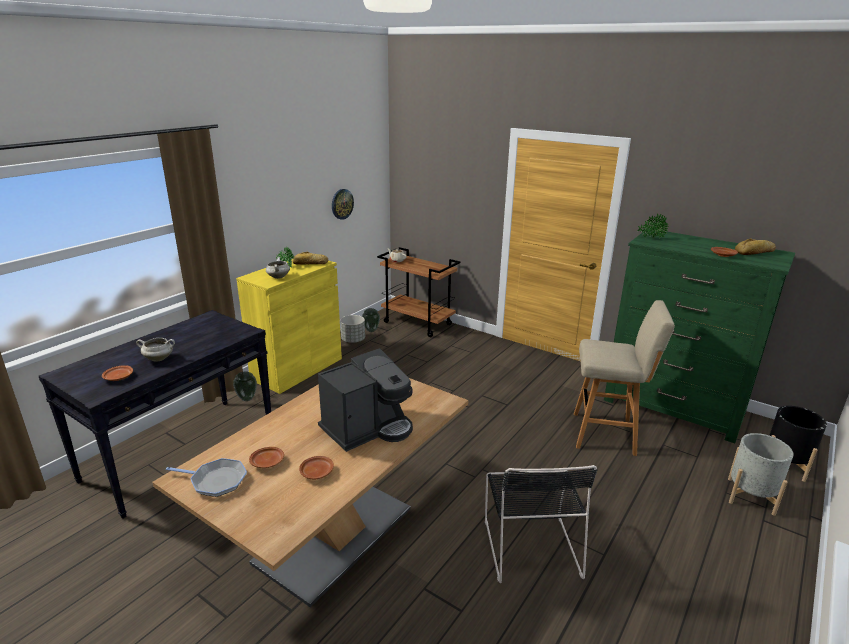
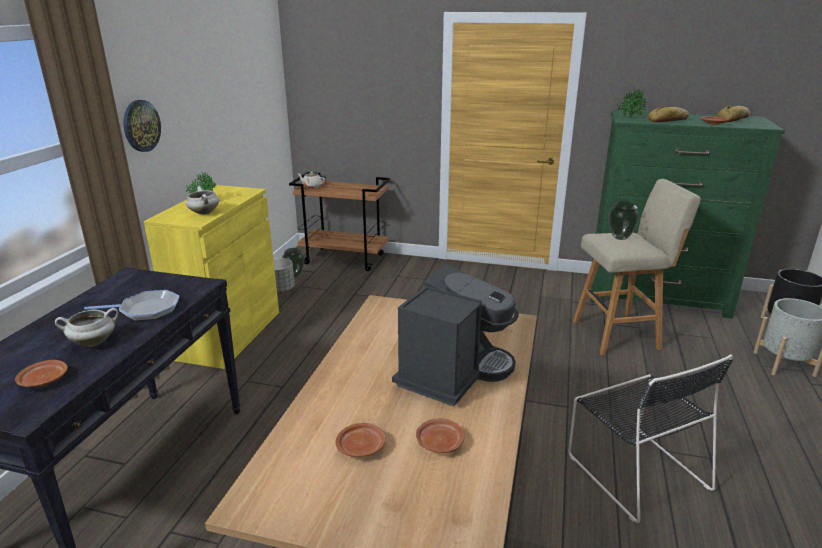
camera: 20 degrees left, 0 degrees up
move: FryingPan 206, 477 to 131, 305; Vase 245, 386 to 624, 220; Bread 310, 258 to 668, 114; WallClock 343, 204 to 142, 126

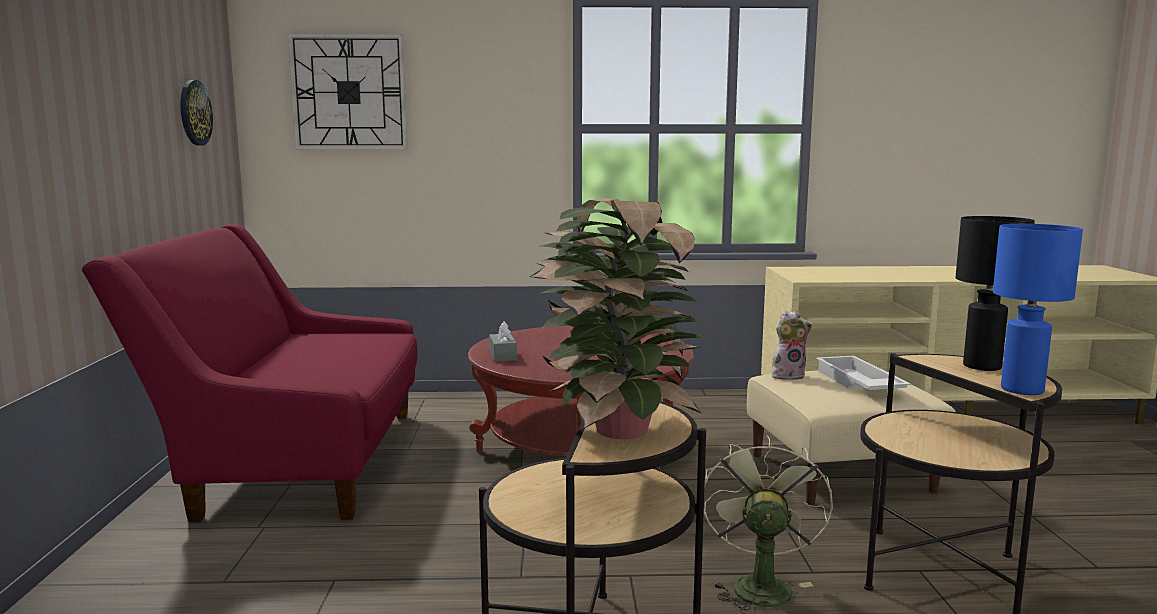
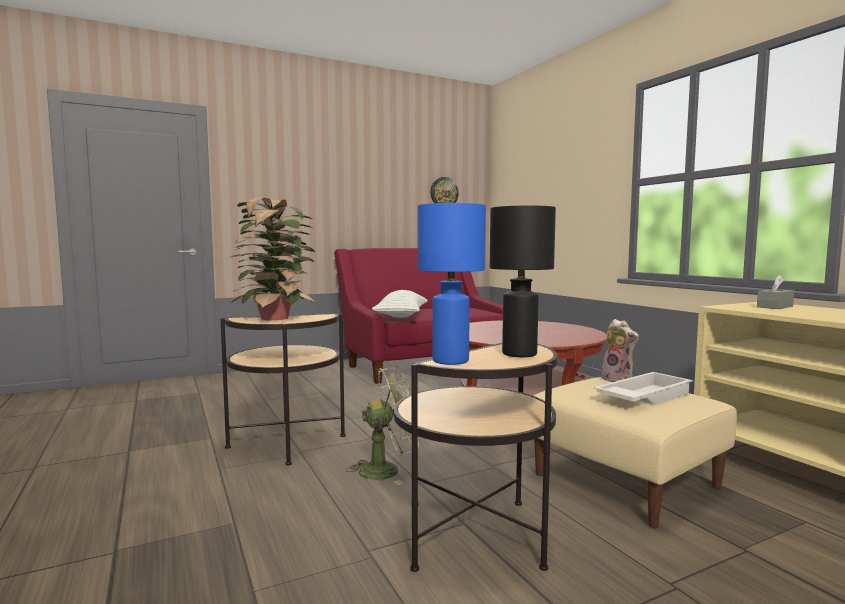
camera: 65 degrees right, 5 degrees down
delete: WallClock 347, 92
insert: ThrowPillow 400, 304
move: GrayTissueHolder 503, 342 to 775, 292

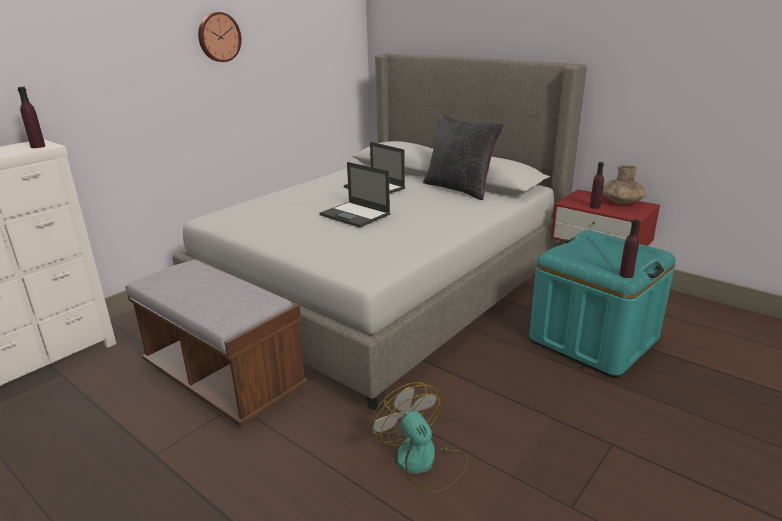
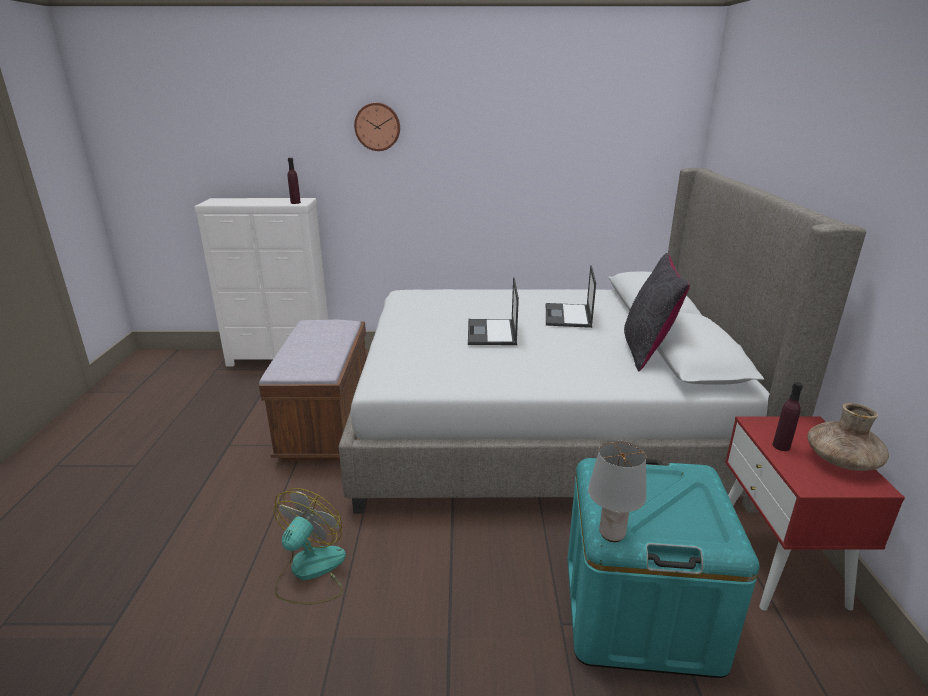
camera: 50 degrees right, 0 degrees up
move: WallClock 220, 37 to 377, 127
replace: PurplishDrinkBottle 629, 248 to GrayTabletopLamp 617, 491

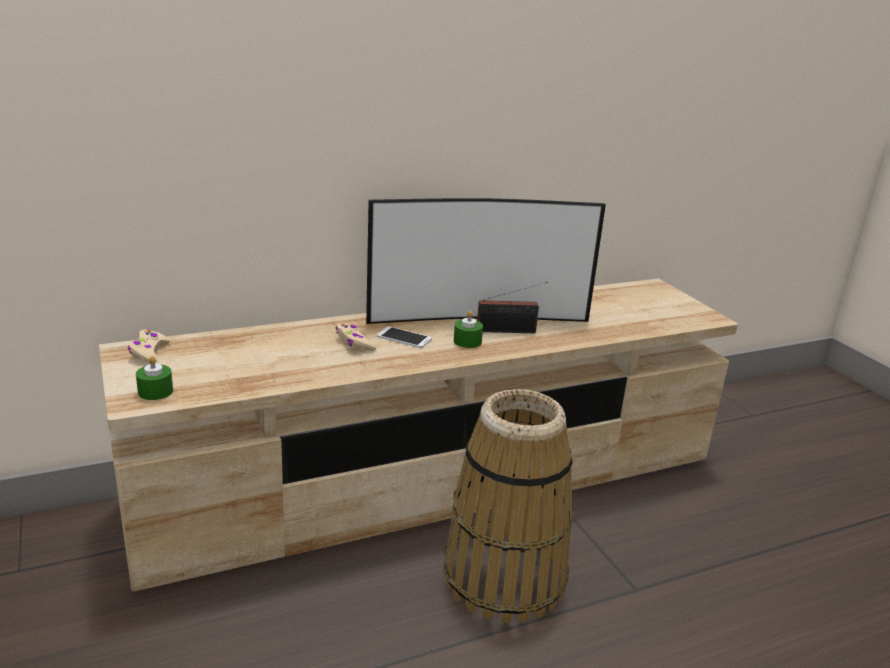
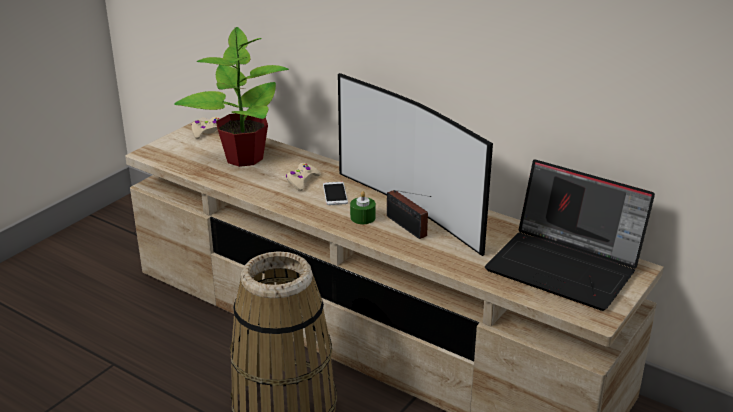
camera: 60 degrees right, 5 degrees up
delete: GreenCandle 154, 378
insert: Houseplant 231, 97; PortableComputer 570, 235

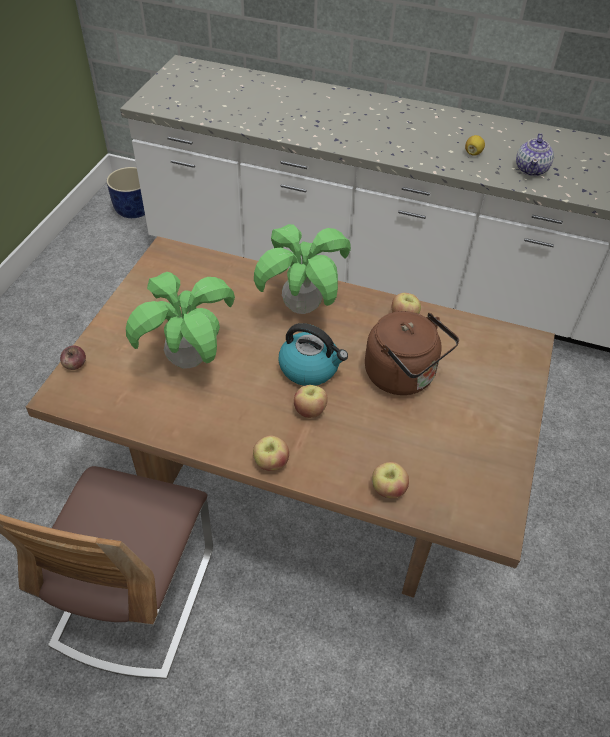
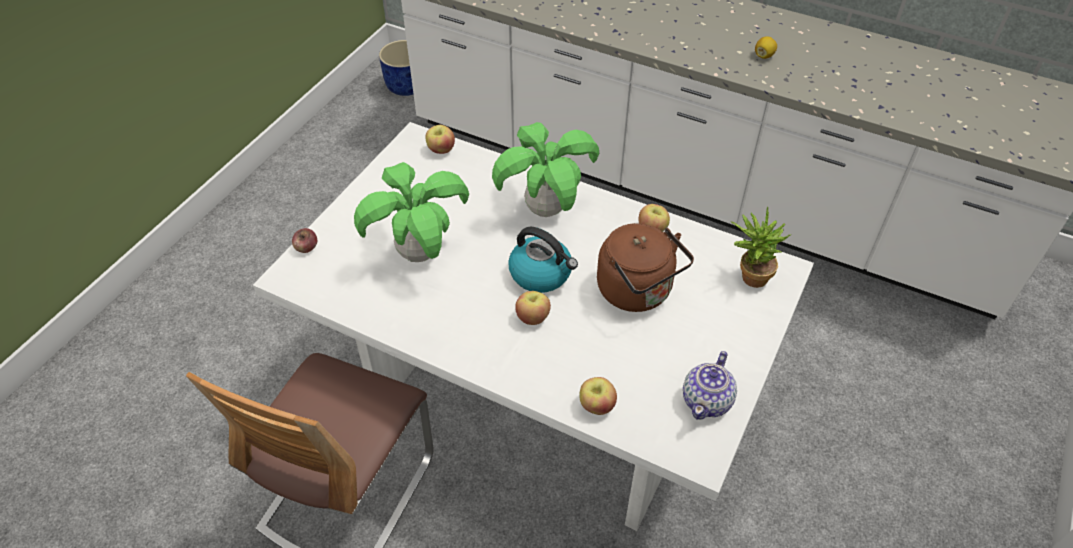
camera: 10 degrees right, 0 degrees up
insert: Houseplant 761, 247
move: Apple 271, 453 to 440, 139; Teapot 535, 154 to 710, 385
recolor: BrownishKitchenTable 290, 417 to WhitishKitchenTable 533, 326

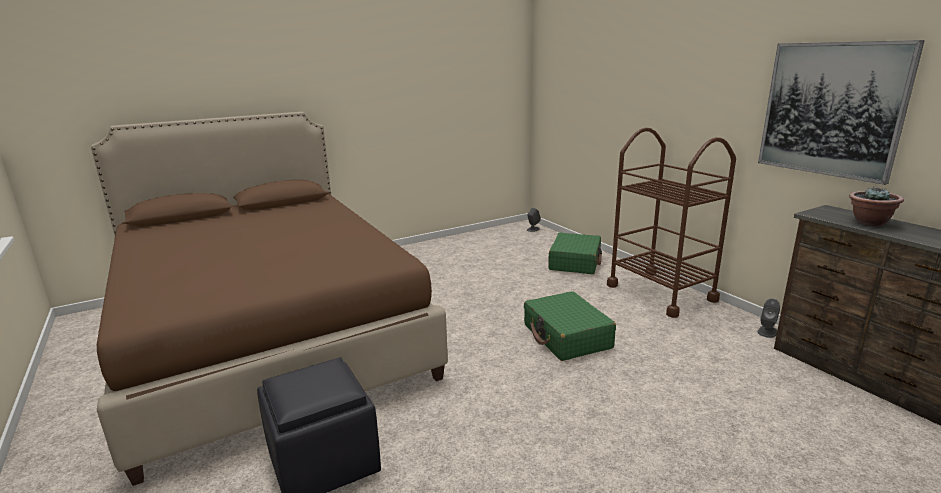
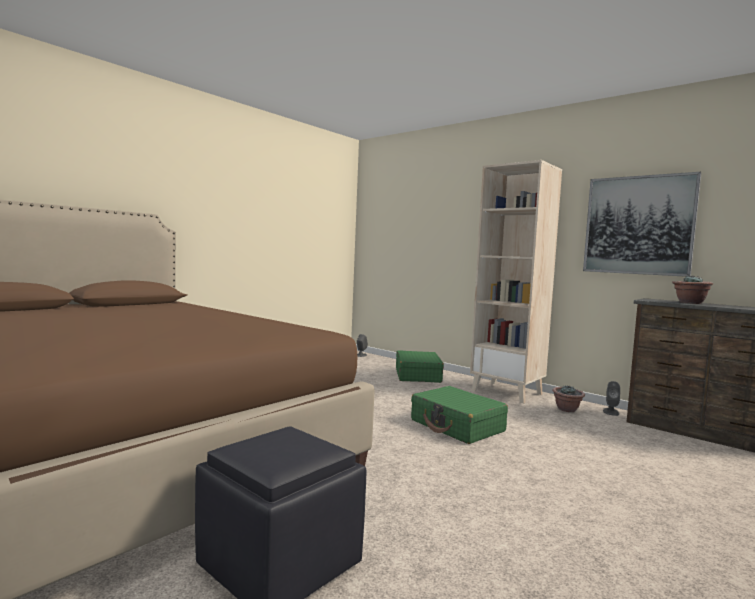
camera: 20 degrees left, 15 degrees down
insert: Houseplant 569, 398
replace: BrownishWheeledCart 671, 223 to SandColouredBookshelf 516, 282

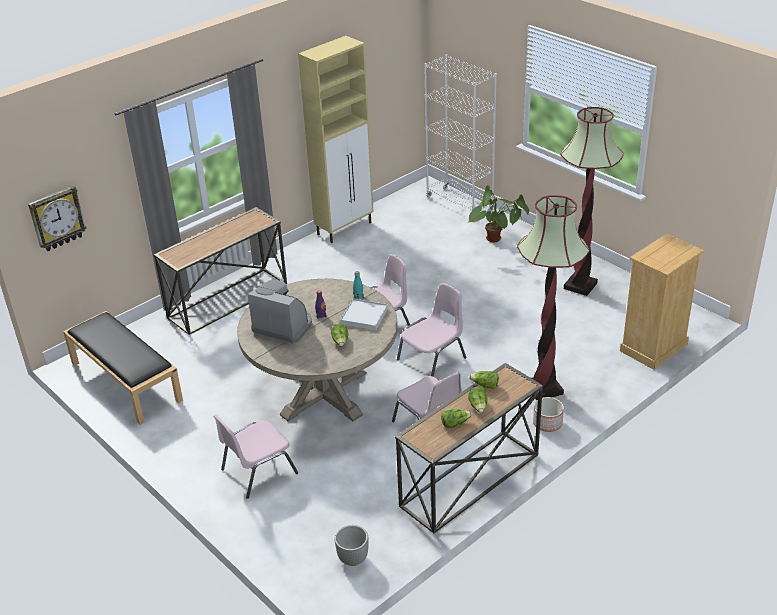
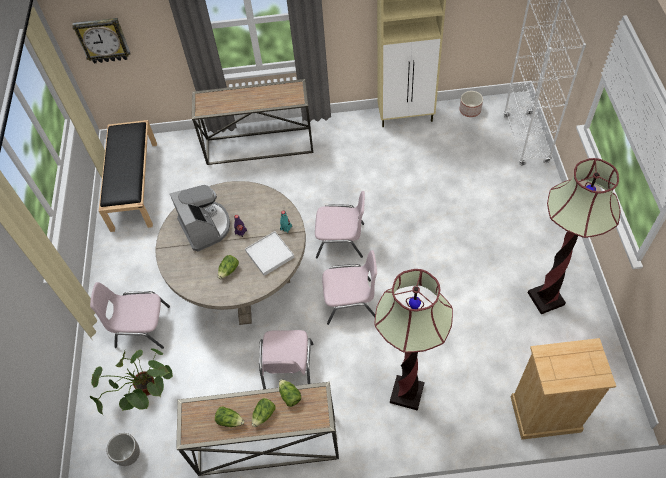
camera: 40 degrees right, 20 degrees up
move: Houseplant 498, 213 to 131, 381; Planter 548, 414 to 471, 104

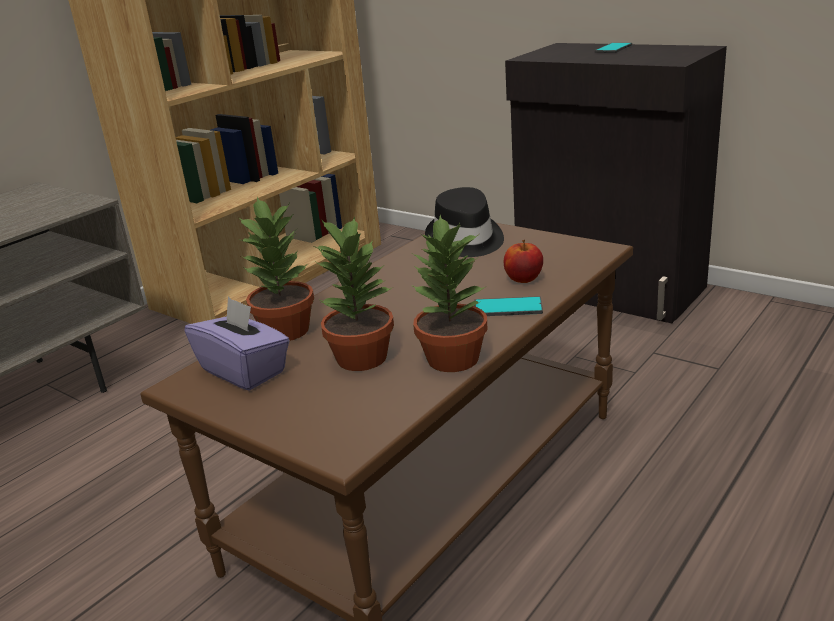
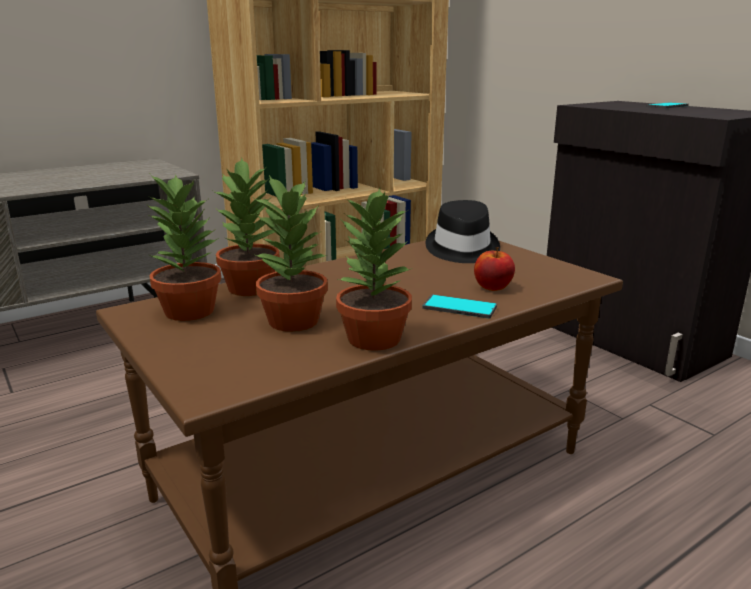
camera: 15 degrees right, 5 degrees down
replace: PurplishTissueHolder 237, 343 to Houseplant 183, 247

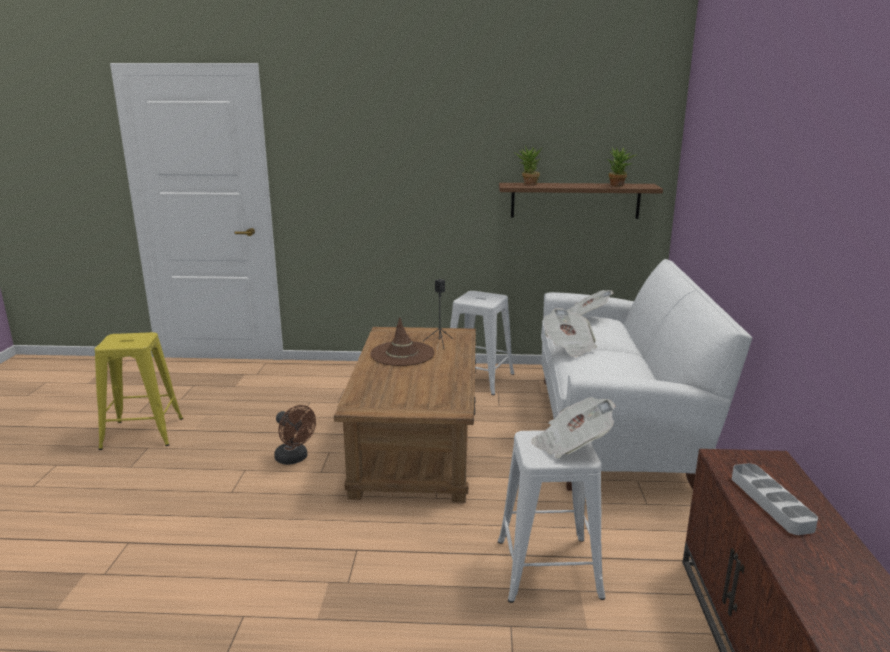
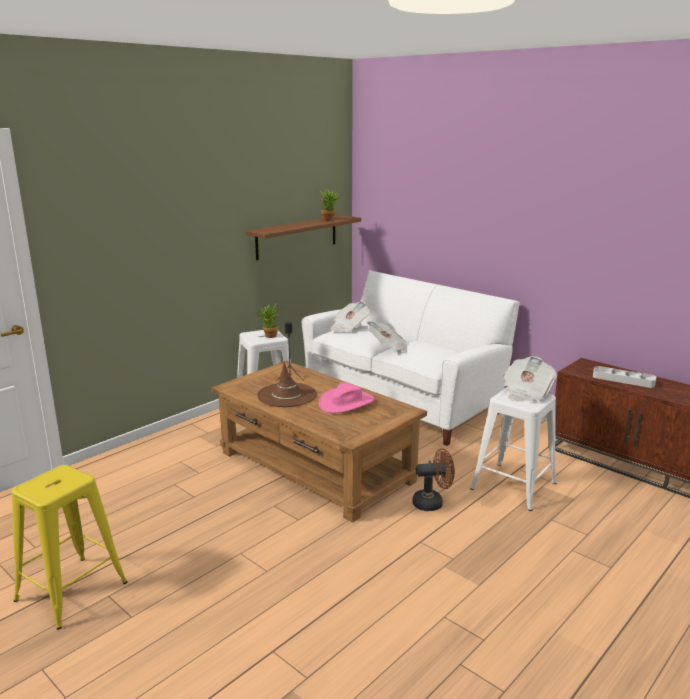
camera: 50 degrees left, 0 degrees up
insert: PinkHat 347, 397
move: BrownishCoolingFan 295, 435 to 434, 480; Houseplant 528, 165 to 268, 321

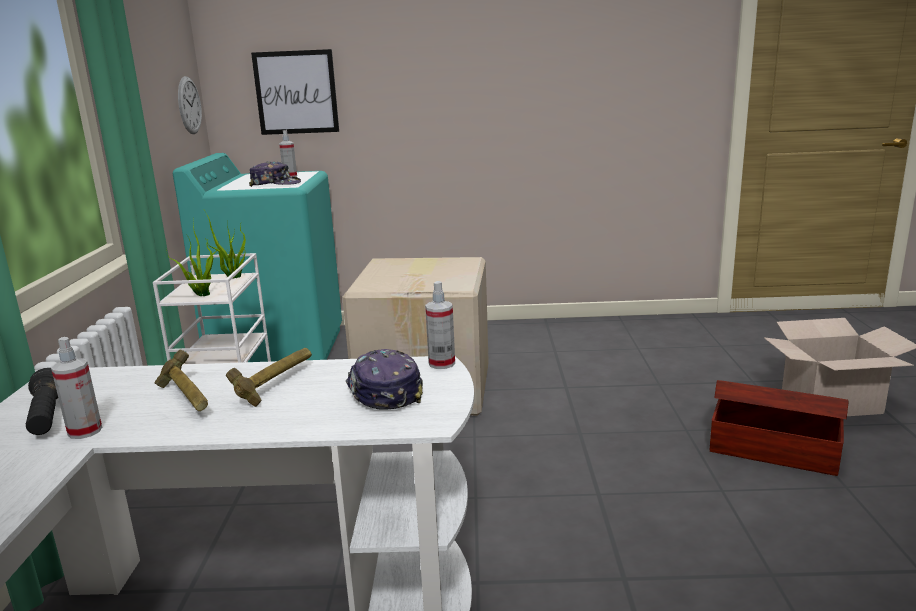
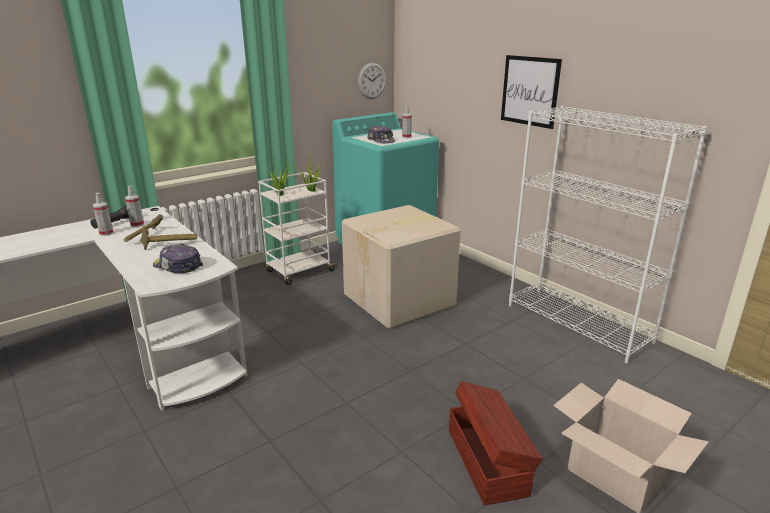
camera: 50 degrees right, 5 degrees up
insert: WhitishBookshelf 608, 234
move: WallArt 295, 92 to 531, 92; SprayBottle 440, 325 to 134, 206
rotate: Cap 384, 379 = 178, 258 90 degrees counterclockwise

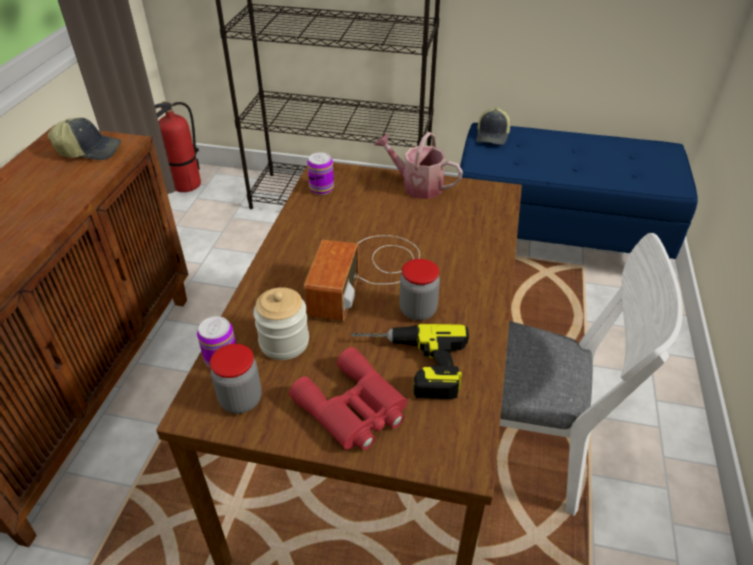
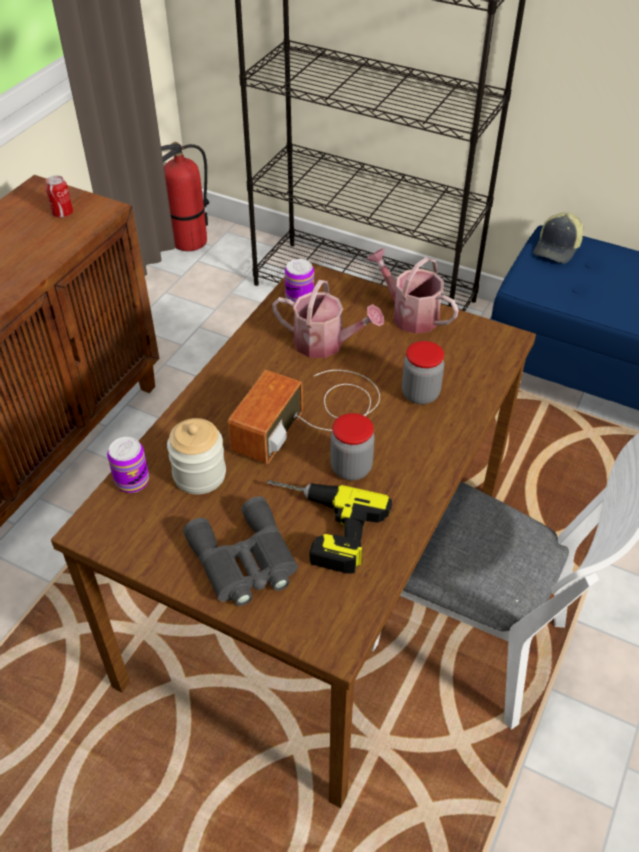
camera: 15 degrees right, 5 degrees up
insert: SprinklingCan 328, 319
move: PreserveJar 235, 379 to 423, 372
replace: Cap 85, 139 to SealedCan 59, 196
recolor: ReddishBinoculars 348, 398 to GrayBinoculars 240, 551

